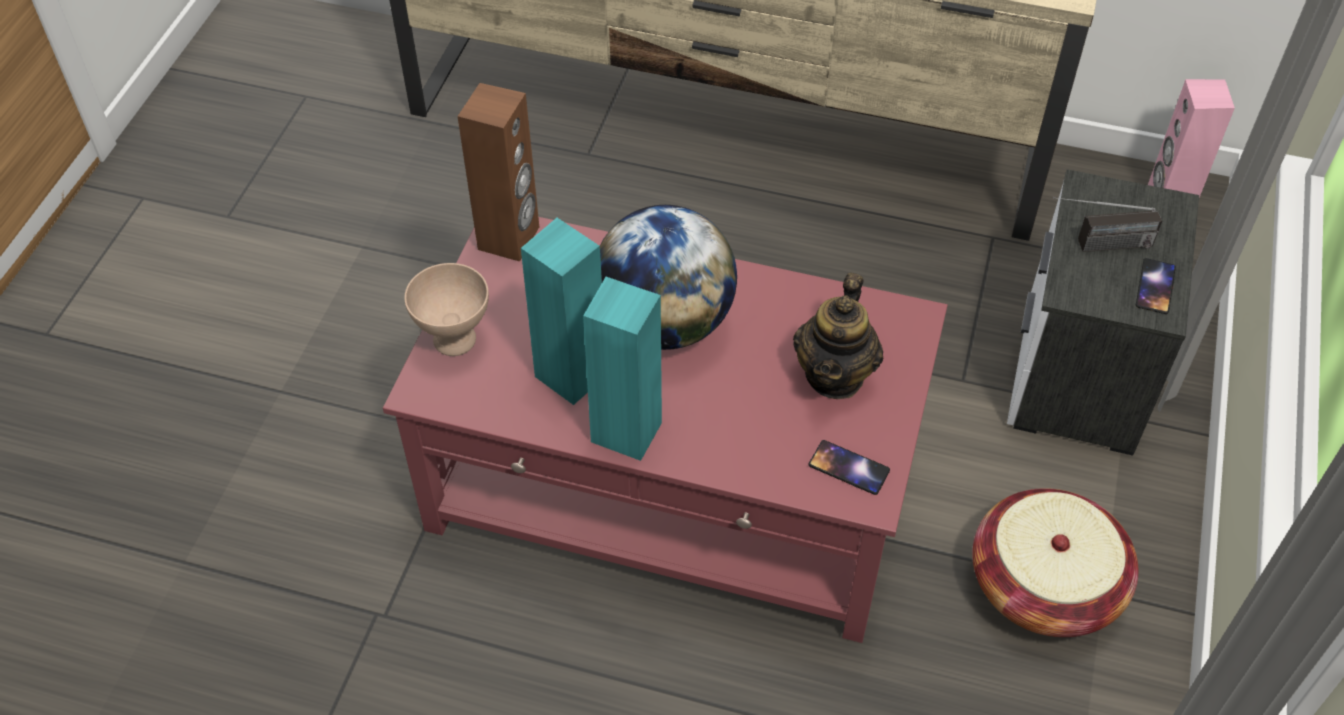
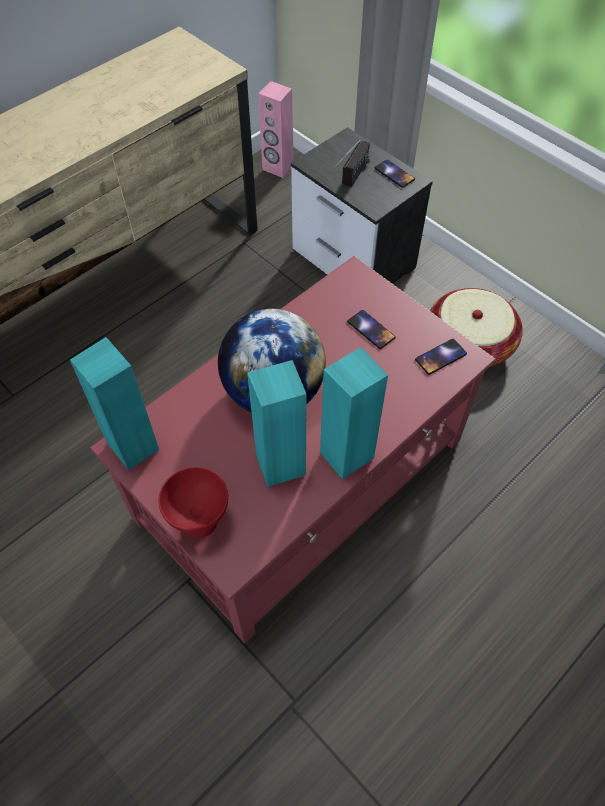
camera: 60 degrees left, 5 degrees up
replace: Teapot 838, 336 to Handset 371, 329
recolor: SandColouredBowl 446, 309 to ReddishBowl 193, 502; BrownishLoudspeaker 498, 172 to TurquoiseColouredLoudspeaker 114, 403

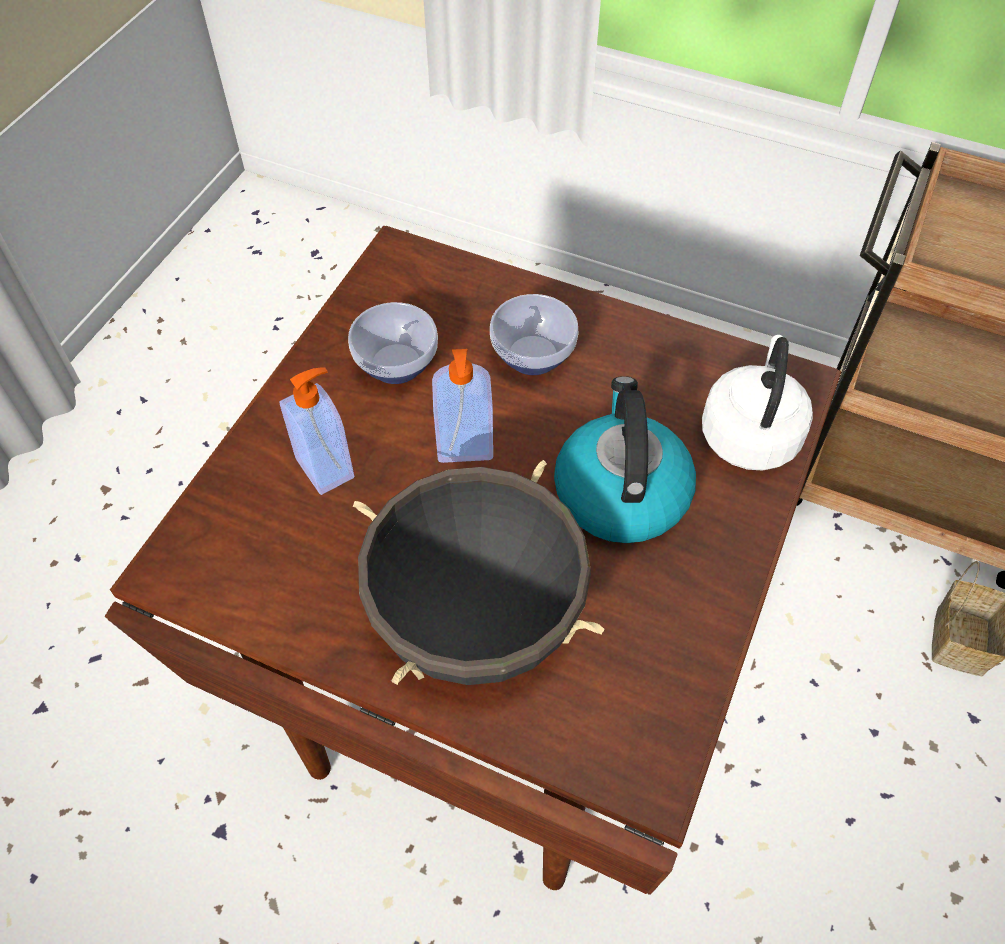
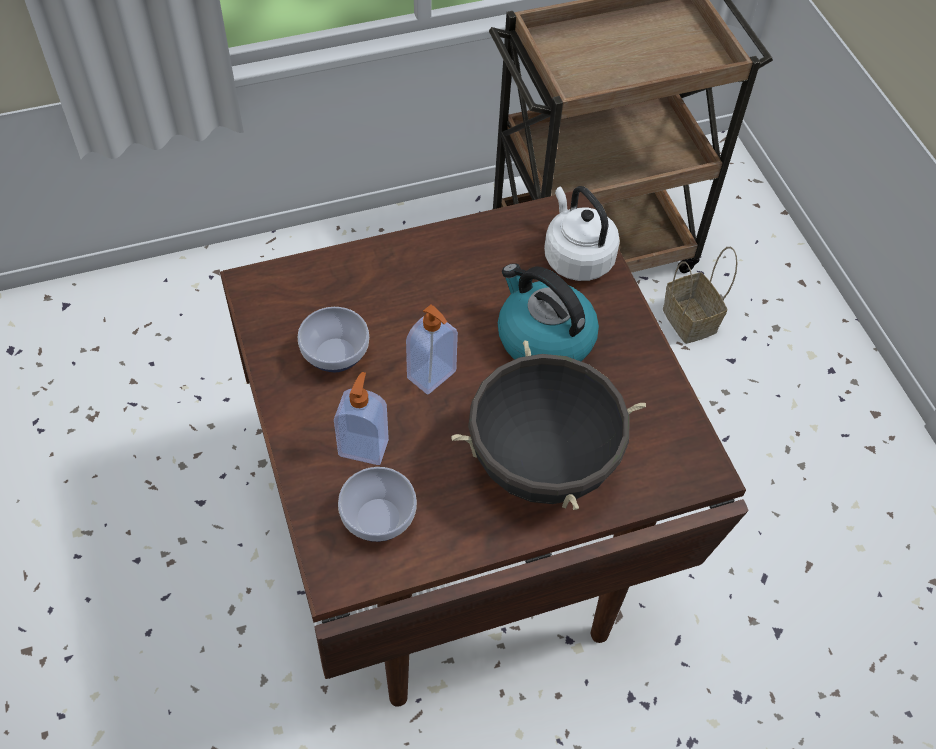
camera: 45 degrees left, 0 degrees up
move: Bowl 534, 334 to 377, 504

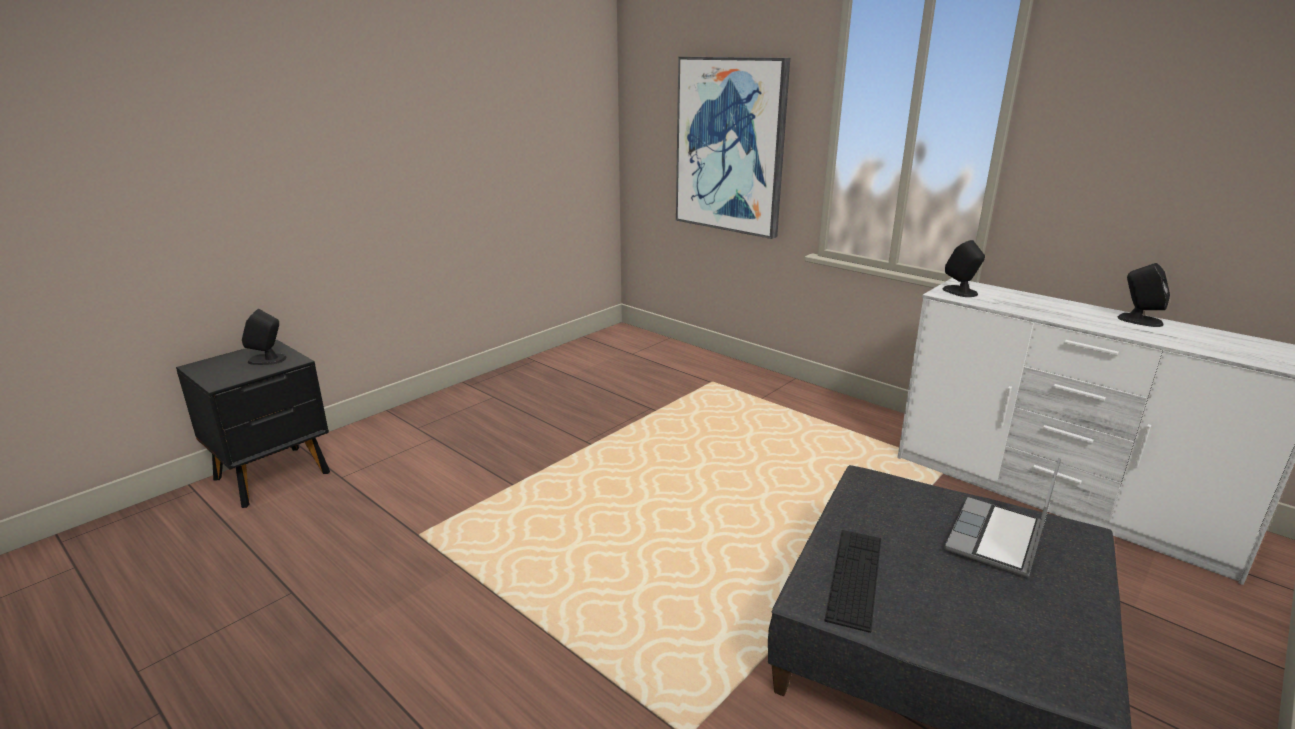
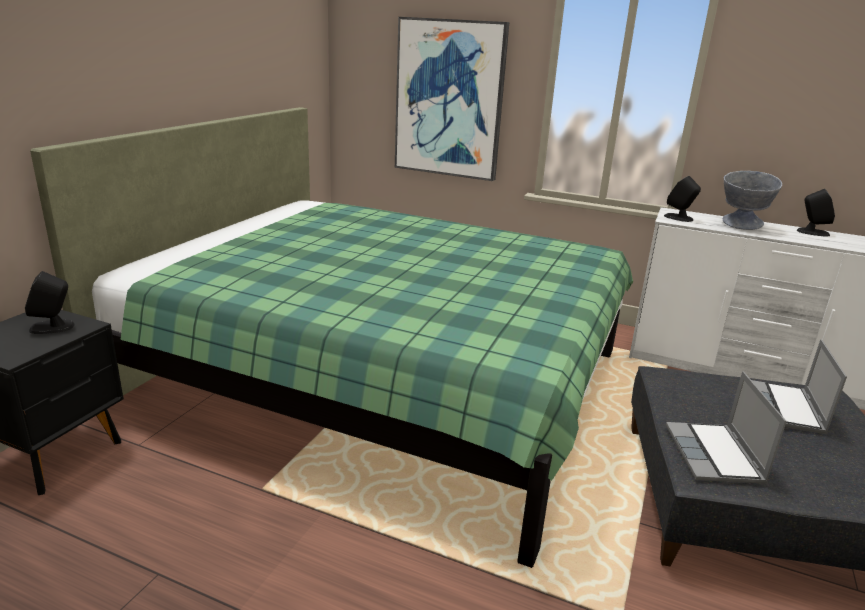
camera: 20 degrees left, 0 degrees up
insert: GreenSleepingBed 331, 337; GrayBowl 752, 200
replace: Keyboard 852, 581 to PortableComputer 726, 427

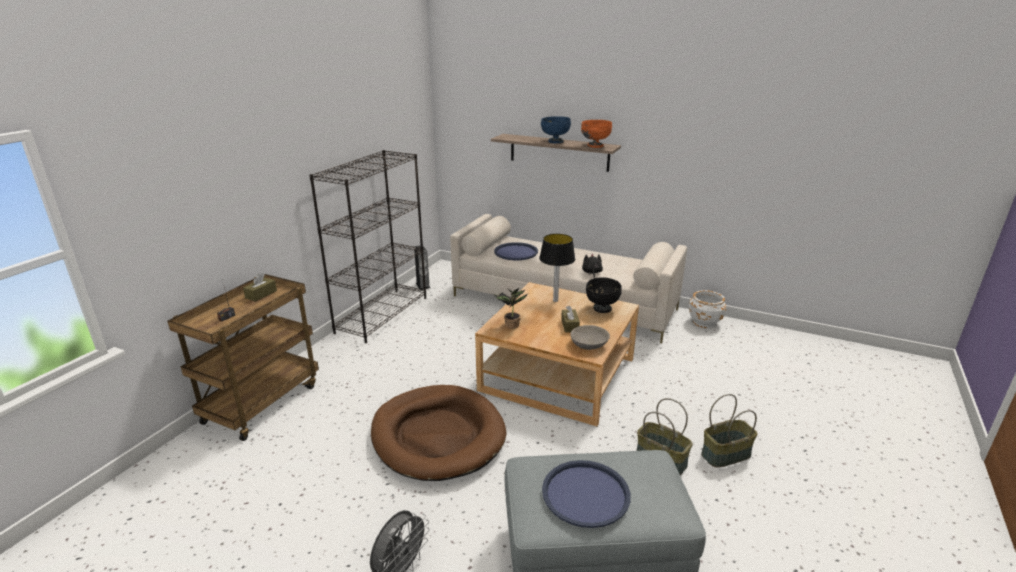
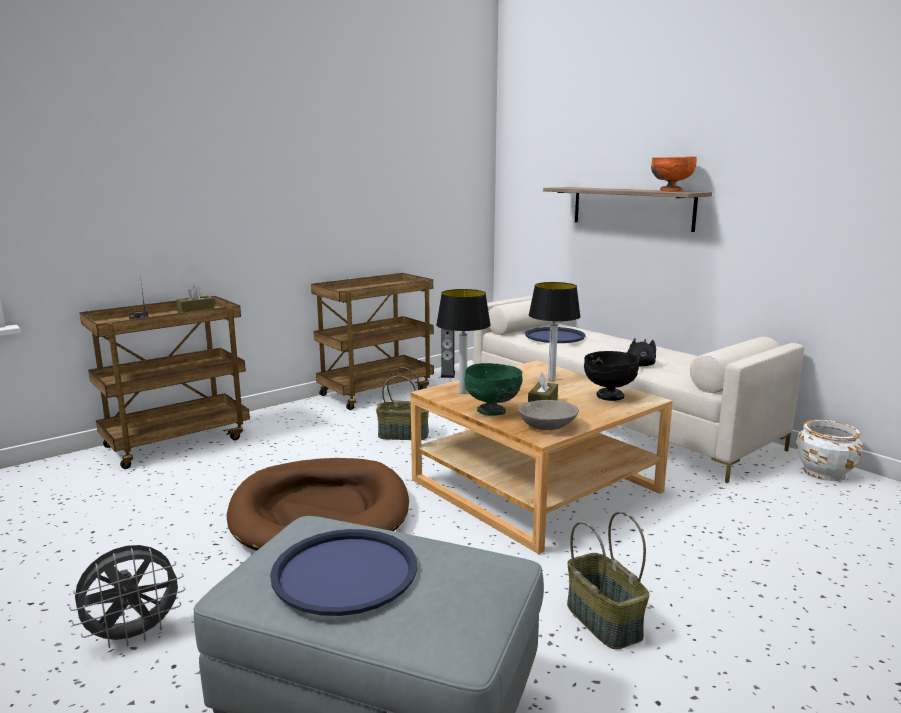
camera: 25 degrees right, 10 degrees down
delete: BlueColouredBowl 556, 129
insert: GreenBowl 493, 389
move: StorageBasket 729, 431 to 402, 403
replace: BlackBookshelf 367, 246 to BrownishWheeledCart 372, 341; Houseplant 511, 308 to TabletopLamp 463, 341

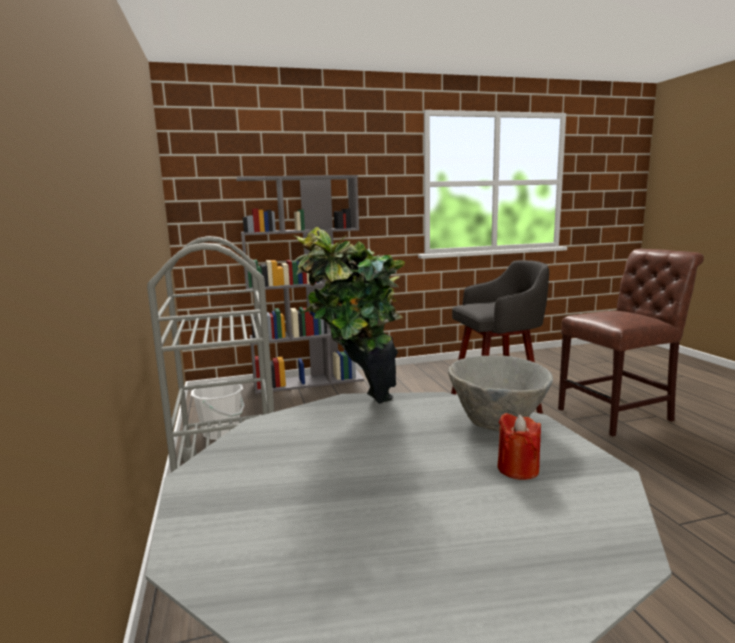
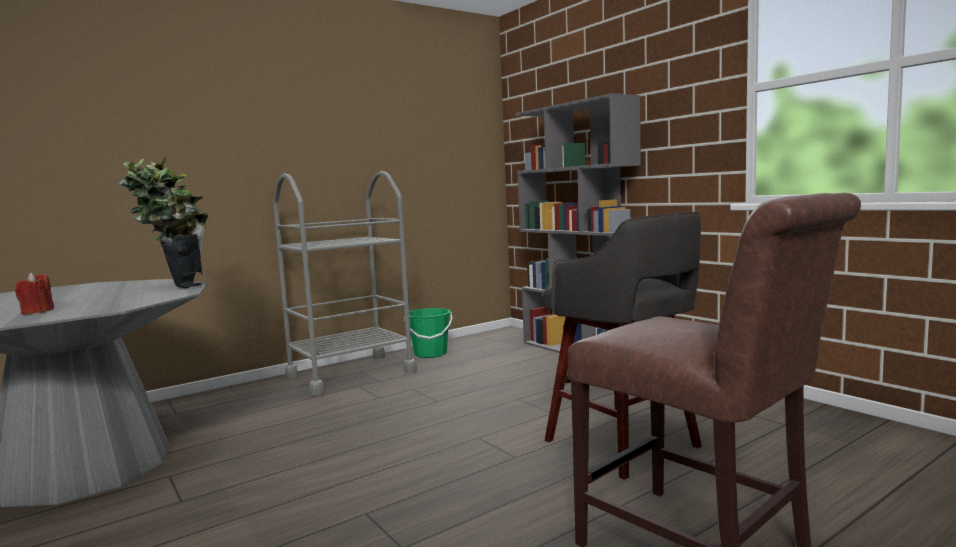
camera: 70 degrees right, 5 degrees down
delete: GrayBowl 500, 394
recolor: WhitishWaterBucket 218, 410 to GreenWaterBucket 428, 333

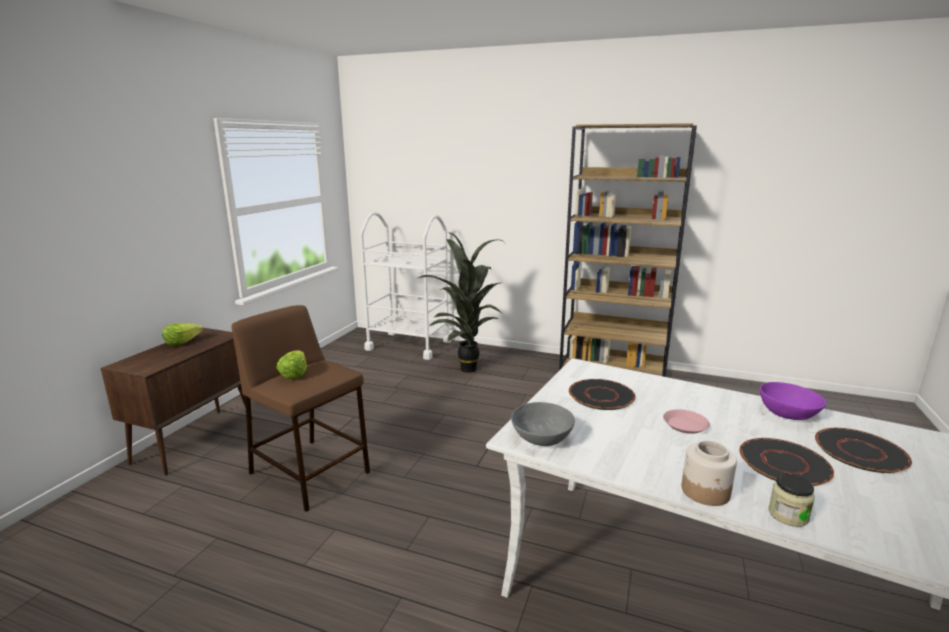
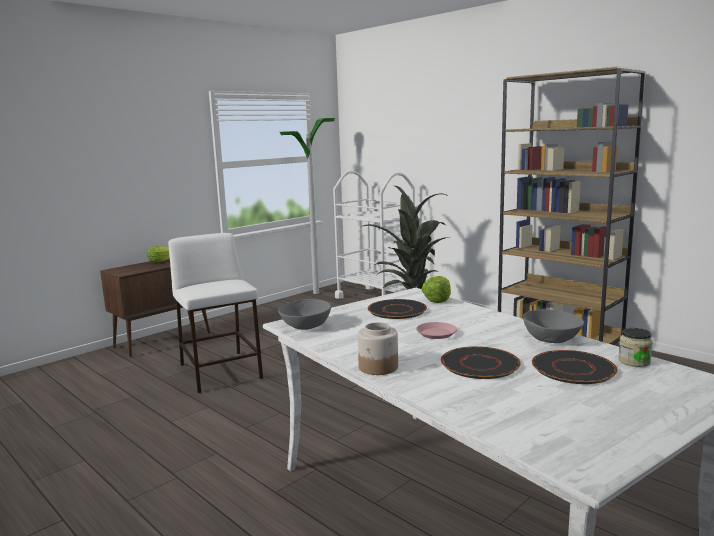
camera: 25 degrees right, 5 degrees down
insert: StandardLamp 307, 206
move: Lettuce 292, 364 to 436, 289; PreserveJar 791, 500 to 635, 347
recolor: BrownishSittingStool 300, 408 to WhitishSittingStool 215, 313; PurplishBowl 793, 401 to GrayBowl 553, 326

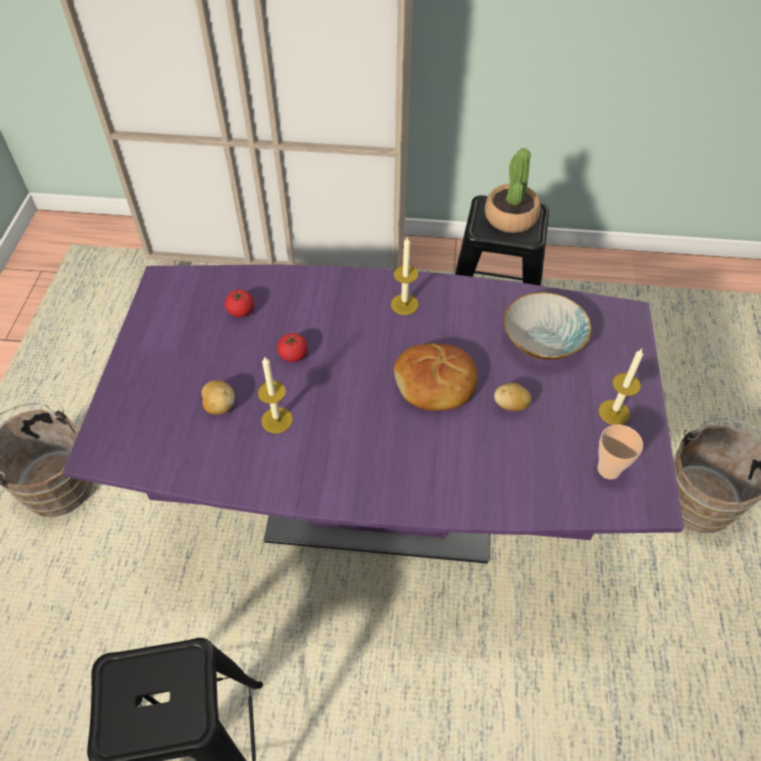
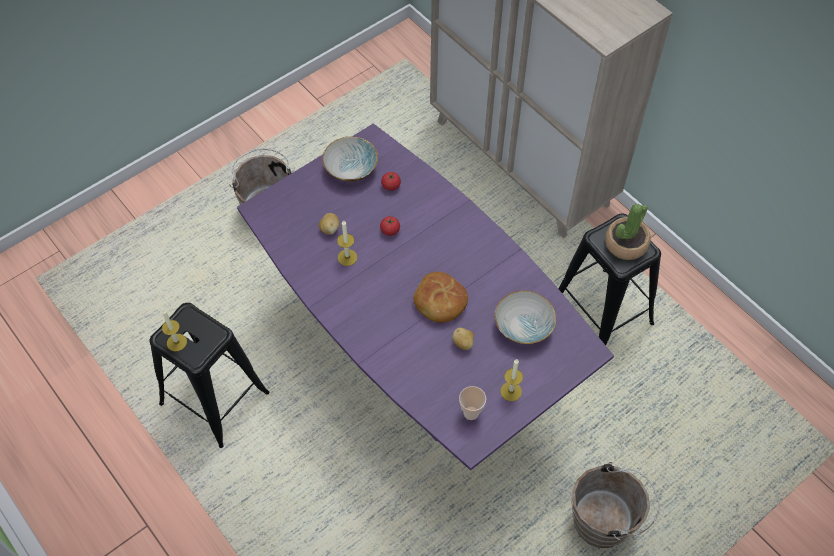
camera: 45 degrees right, 5 degrees up
insert: Bowl 350, 159
move: Candle 405, 276 to 174, 331

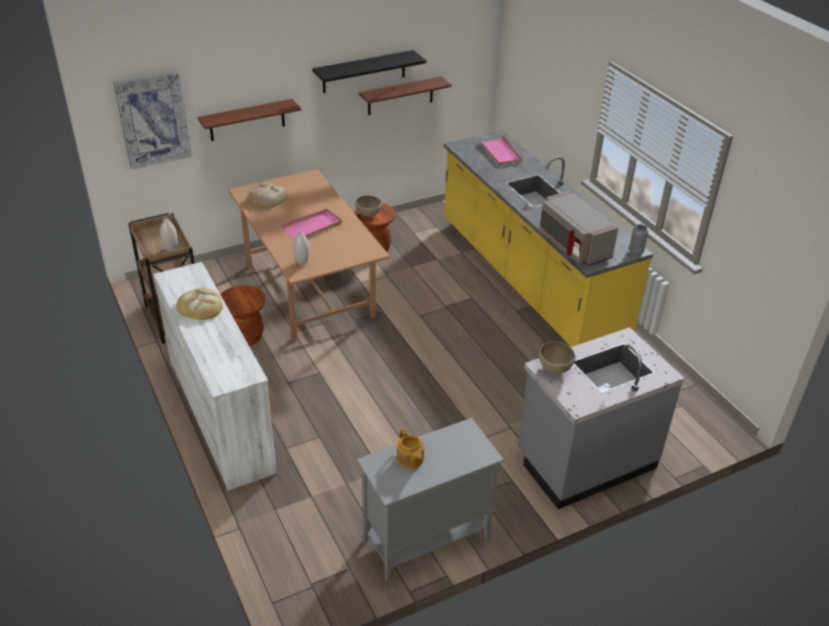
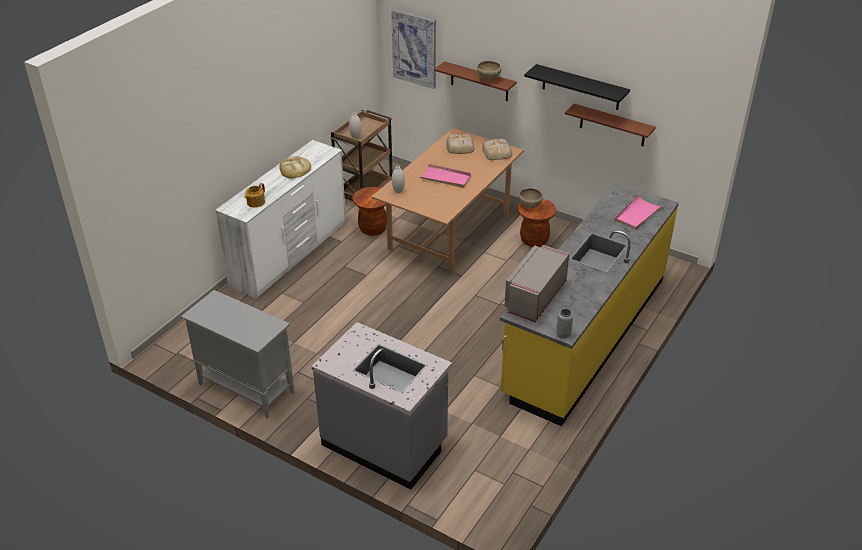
camera: 60 degrees right, 0 degrees up
insert: Bread 497, 149
move: Teapot 410, 449 to 254, 195; BrownishBowl 556, 358 to 489, 71

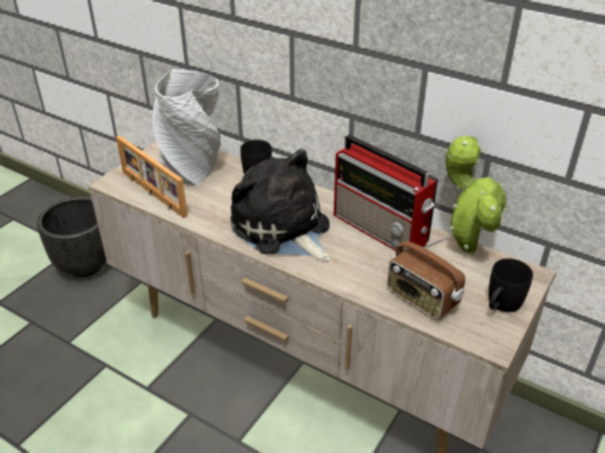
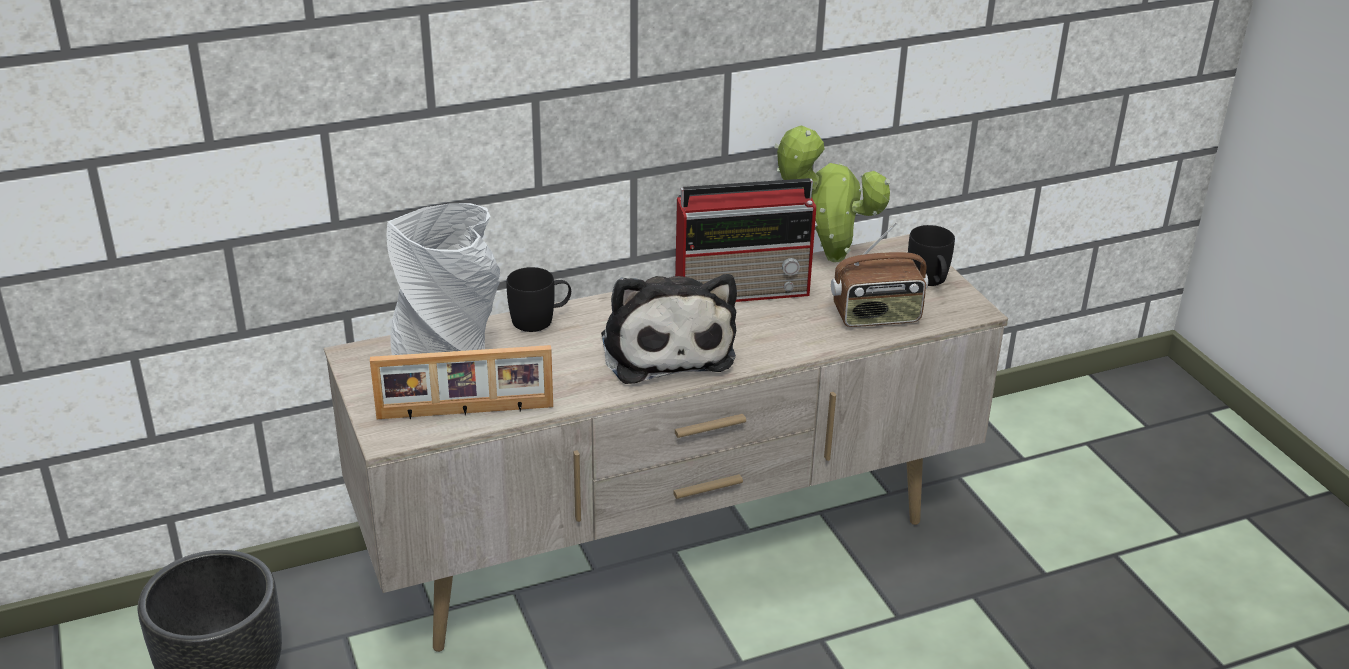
camera: 55 degrees left, 5 degrees down
rotate: PlushToy 280, 205 = 669, 329 105 degrees counterclockwise

